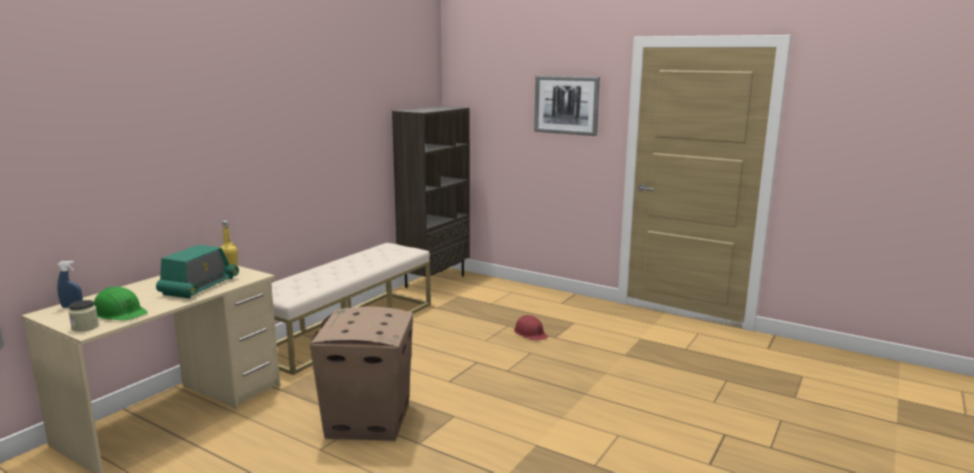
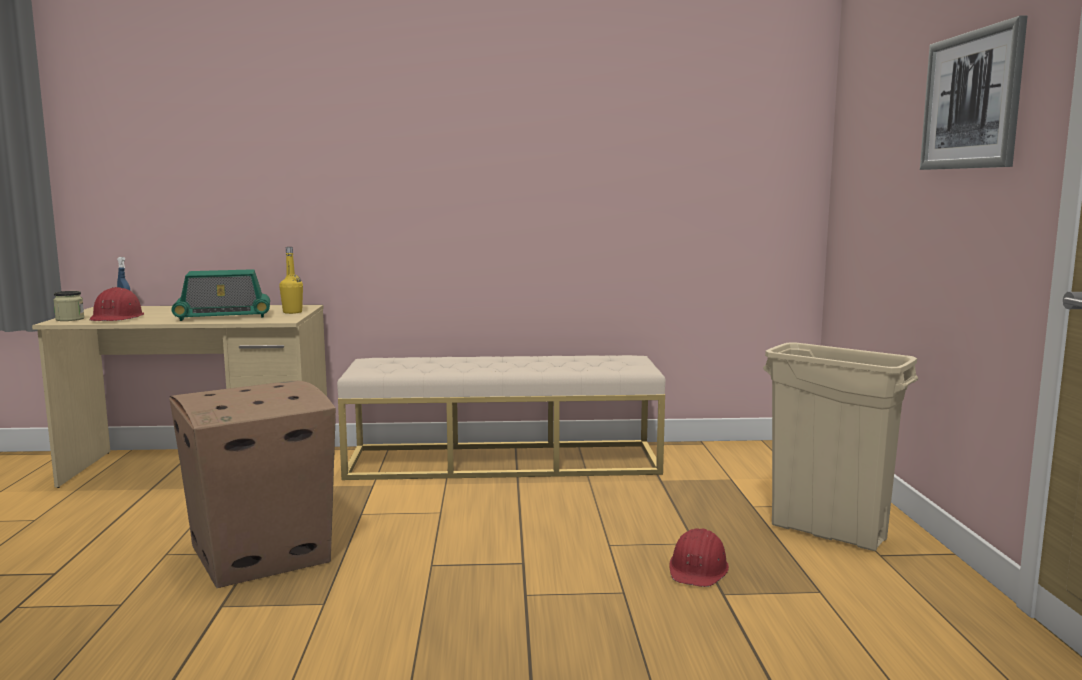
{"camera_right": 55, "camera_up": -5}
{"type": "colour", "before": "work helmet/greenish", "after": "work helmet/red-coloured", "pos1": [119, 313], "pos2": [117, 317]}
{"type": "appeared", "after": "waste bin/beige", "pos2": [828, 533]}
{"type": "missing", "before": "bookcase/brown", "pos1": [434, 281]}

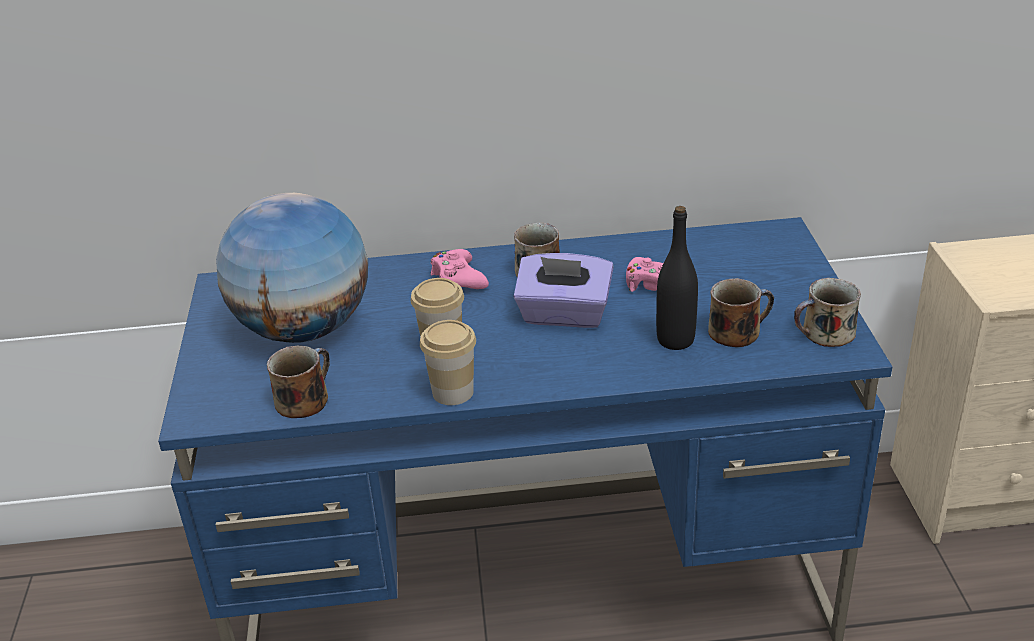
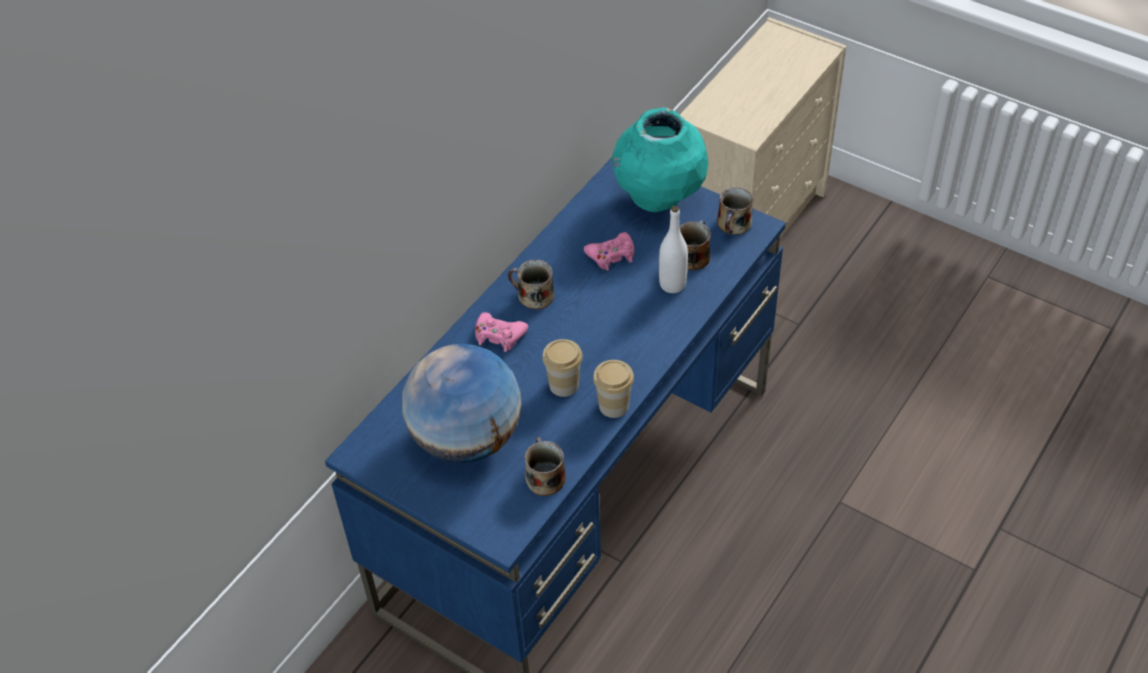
{"camera_right": -50, "camera_up": 15}
{"type": "appeared", "after": "decorative vase/blue-green", "pos2": [658, 199]}
{"type": "colour", "before": "bottle/black-coloured", "after": "bottle/white-coloured", "pos1": [675, 340], "pos2": [672, 284]}
{"type": "missing", "before": "tissue holder/purple-coloured", "pos1": [564, 315]}

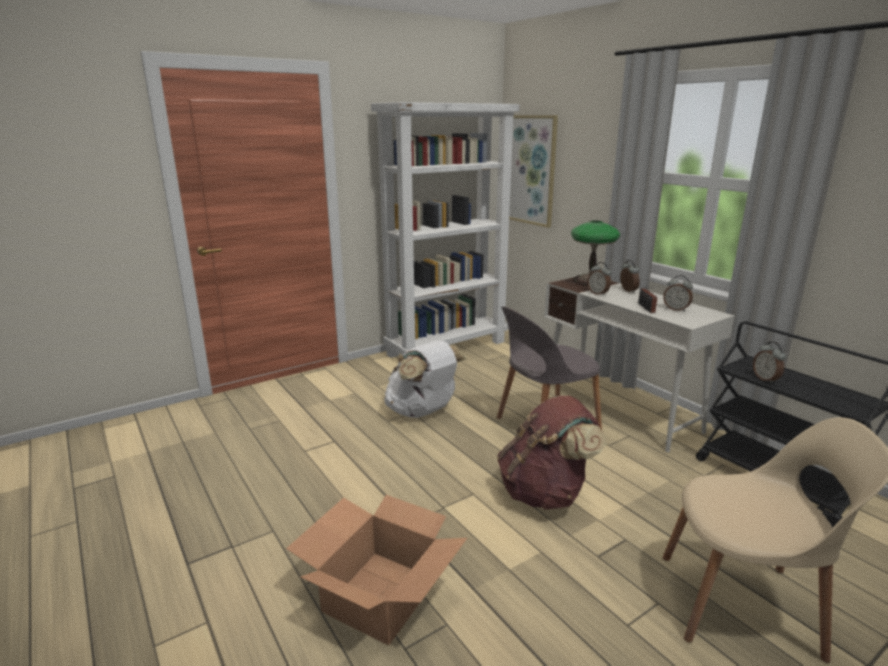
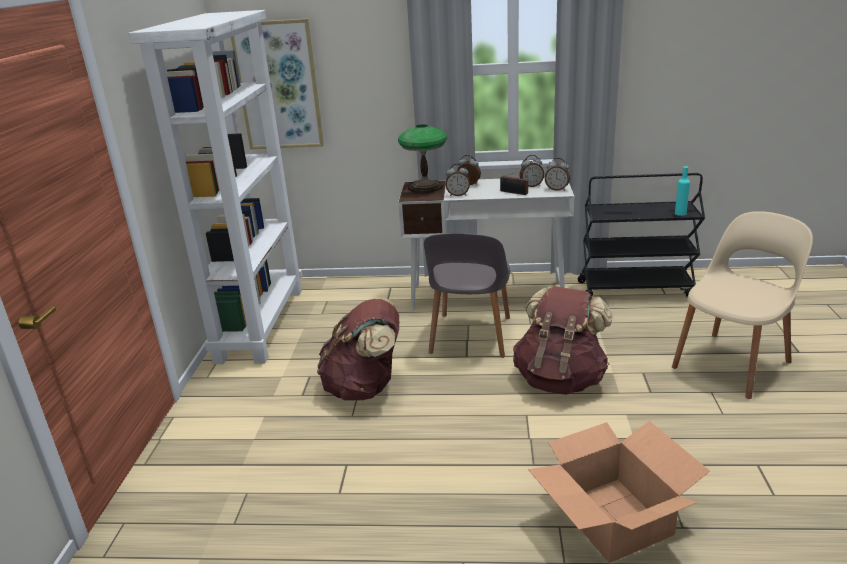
{"camera_right": -50, "camera_up": 5}
{"type": "colour", "before": "rucksack/white-coloured", "after": "rucksack/brown", "pos1": [423, 412], "pos2": [365, 388]}
{"type": "relocated", "before": "alarm clock", "pos1": [766, 379], "pos2": [557, 189]}
{"type": "appeared", "after": "bottle/blue-green", "pos2": [680, 213]}

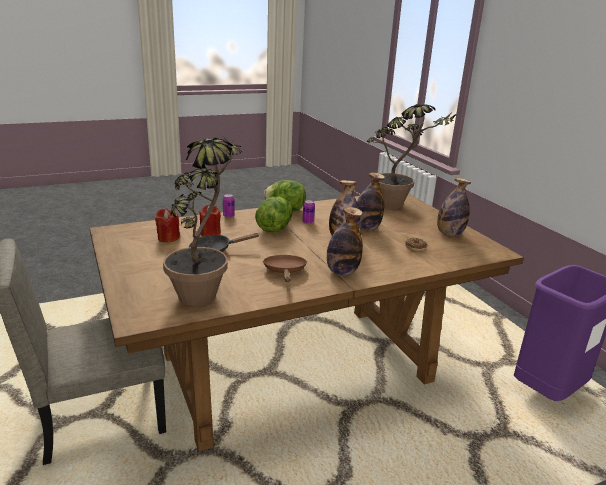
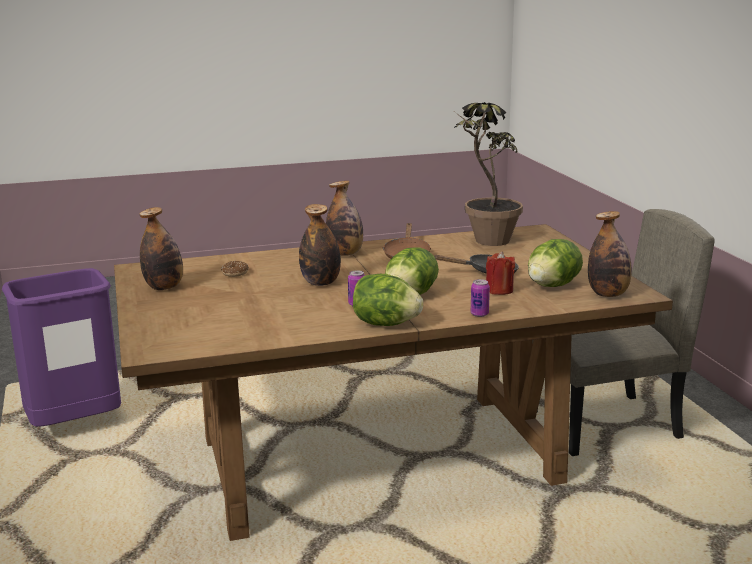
{"camera_right": -170, "camera_up": -5}
{"type": "exchanged", "before": "candle/red-coloured", "after": "lettuce head", "pos1": [168, 238], "pos2": [552, 286]}
{"type": "relocated", "before": "bottle", "pos1": [366, 228], "pos2": [608, 294]}
{"type": "missing", "before": "houseplant", "pos1": [398, 207]}

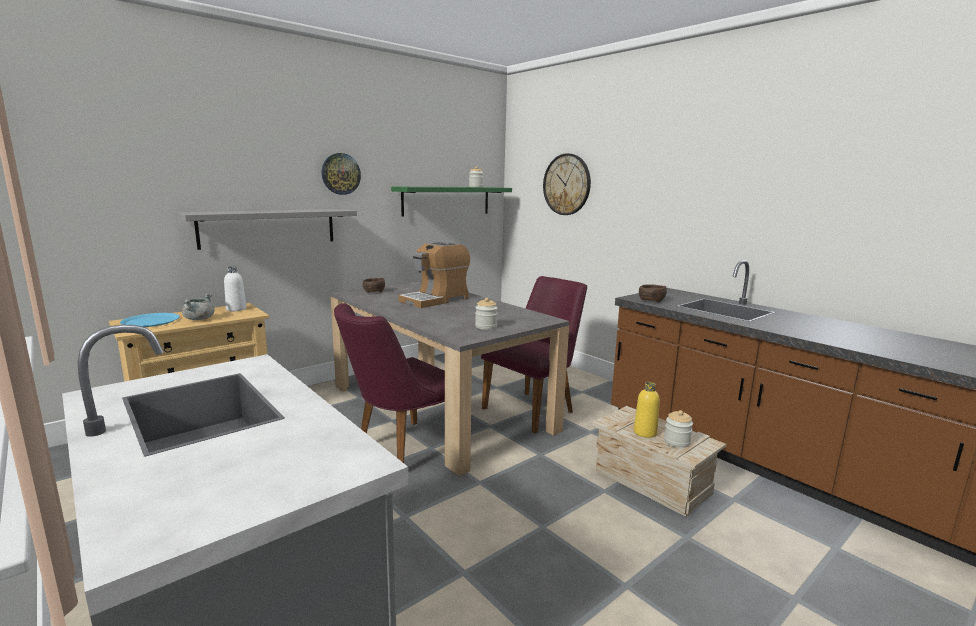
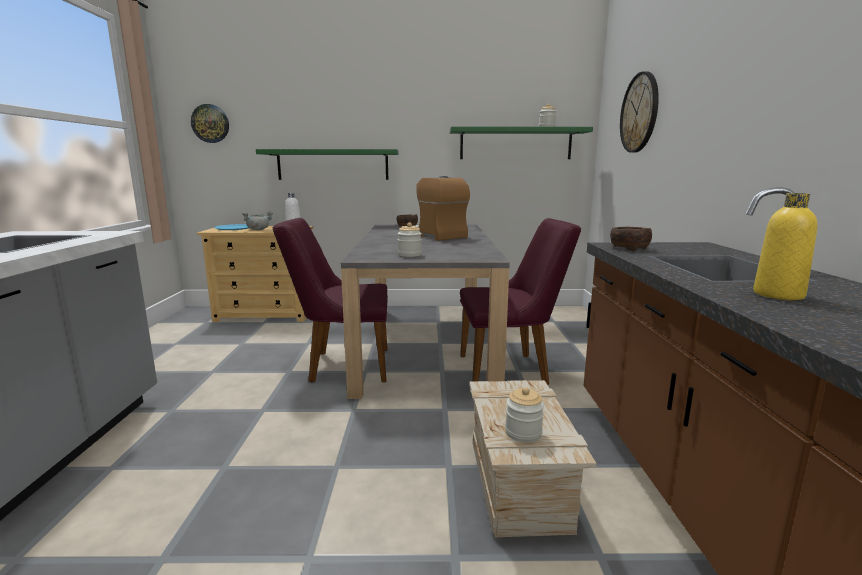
{"camera_right": 40, "camera_up": 0}
{"type": "relocated", "before": "hanging clock", "pos1": [340, 174], "pos2": [210, 123]}
{"type": "colour", "before": "shelf/gray", "after": "shelf/greenish", "pos1": [269, 227], "pos2": [333, 165]}
{"type": "spun", "before": "coffee brewer", "pos1": [435, 300], "pos2": [435, 235], "turn": 60}
{"type": "relocated", "before": "bottle/yellow-coloured", "pos1": [645, 432], "pos2": [778, 295]}

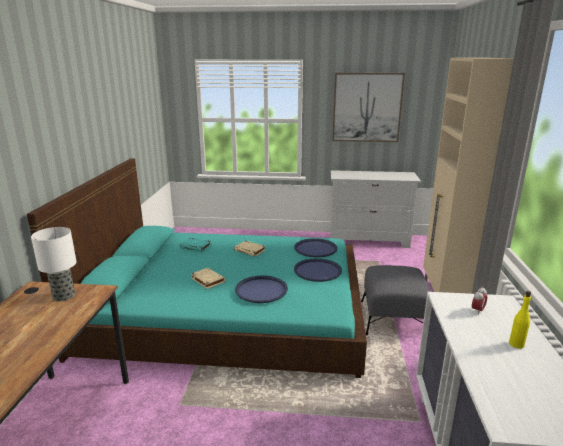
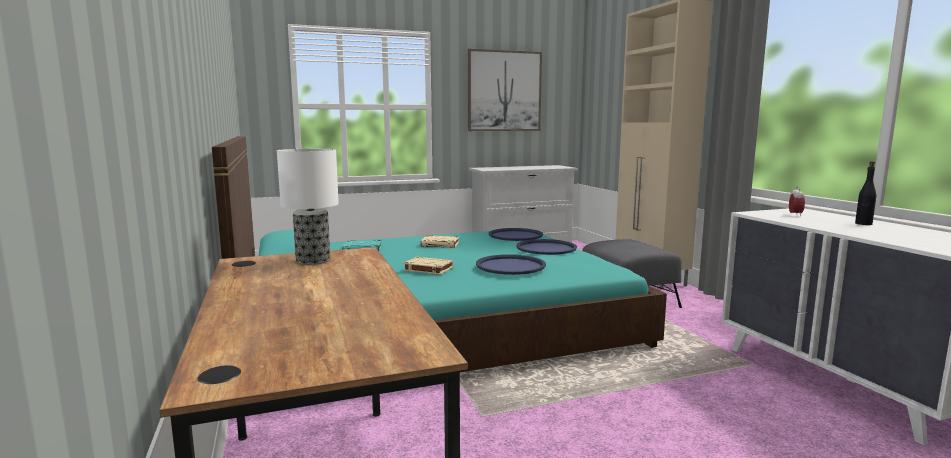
{"camera_right": -25, "camera_up": -10}
{"type": "colour", "before": "bottle/yellow-coloured", "after": "bottle/black-coloured", "pos1": [516, 344], "pos2": [863, 224]}

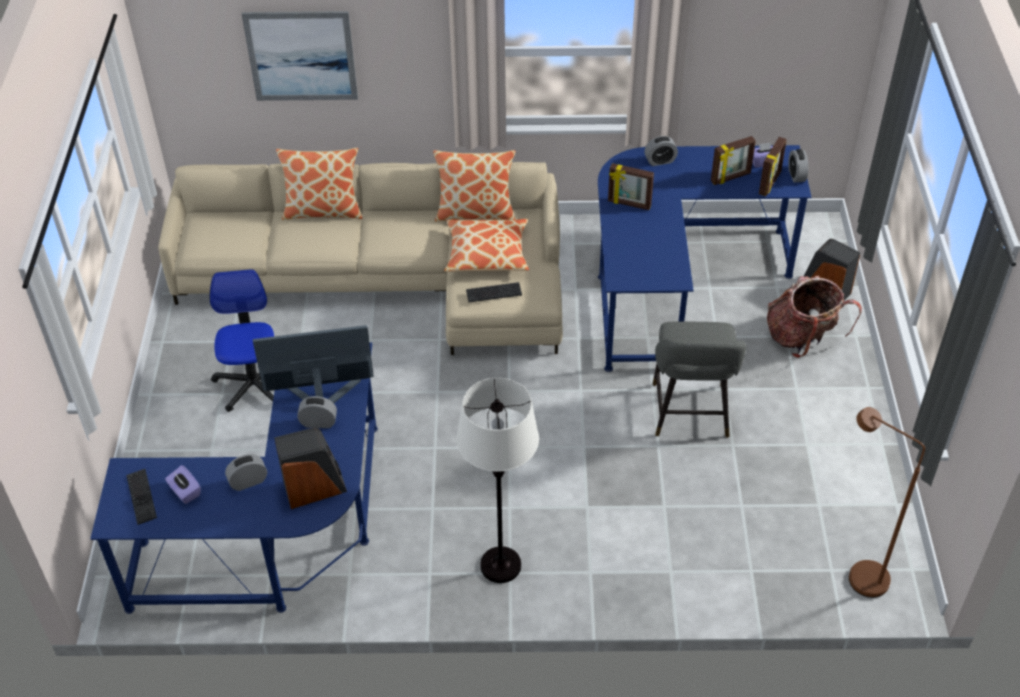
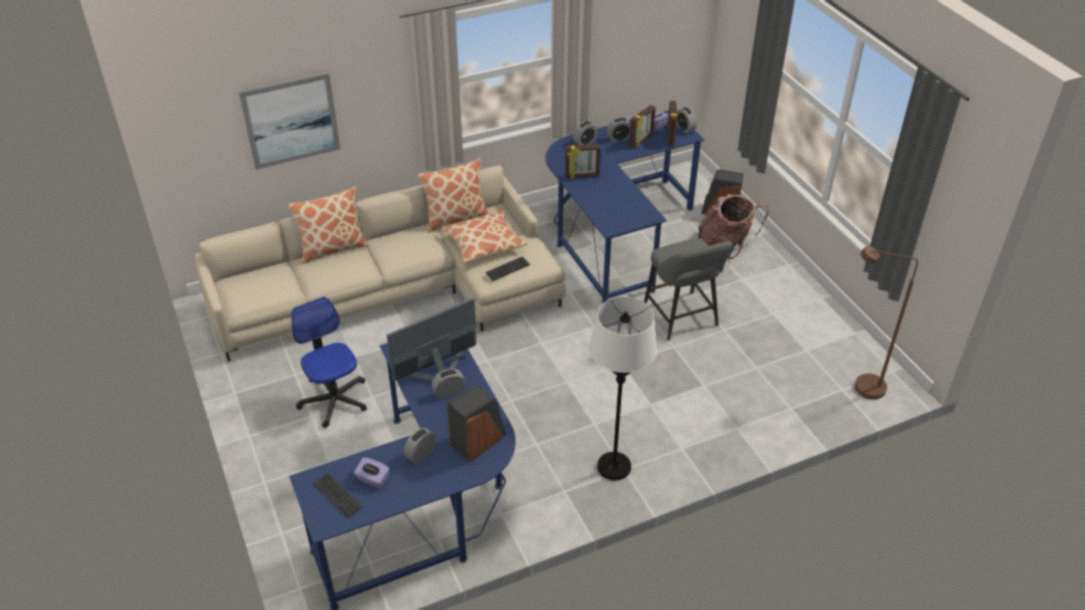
{"camera_right": -25, "camera_up": -5}
{"type": "appeared", "after": "alarm clock", "pos2": [619, 138]}

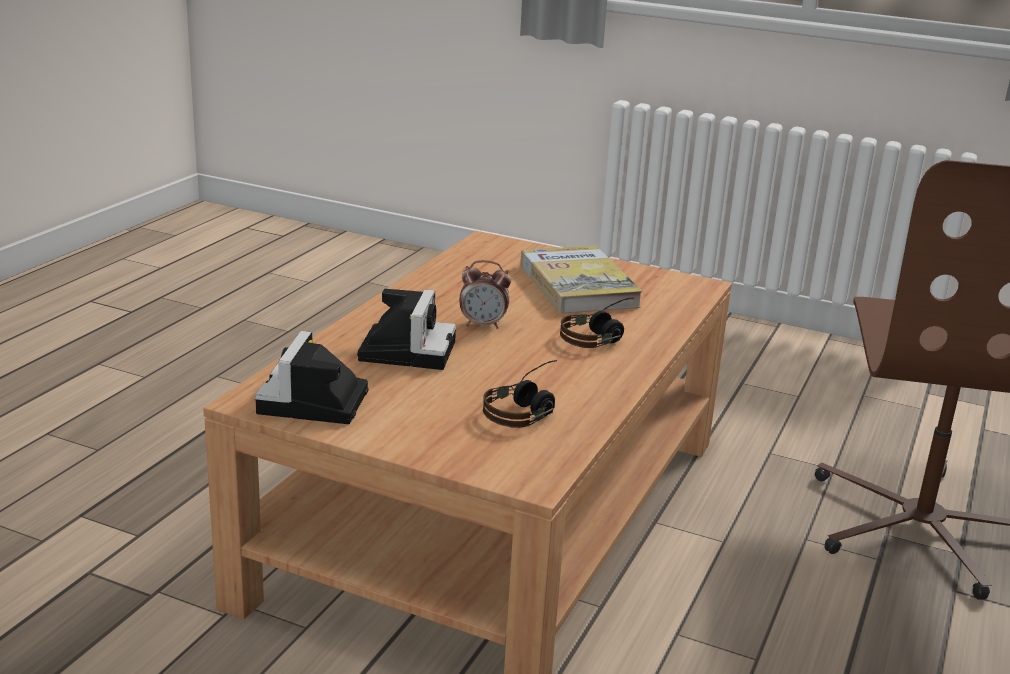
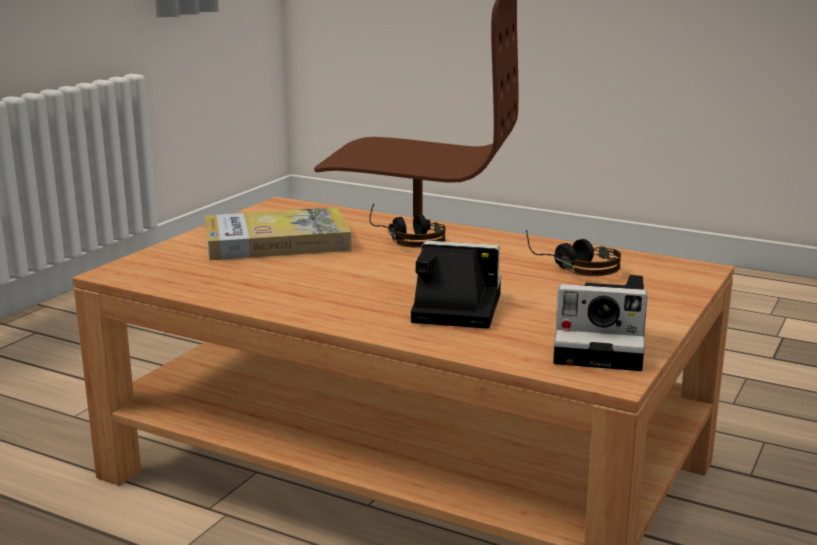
{"camera_right": -85, "camera_up": -5}
{"type": "missing", "before": "alarm clock", "pos1": [483, 325]}

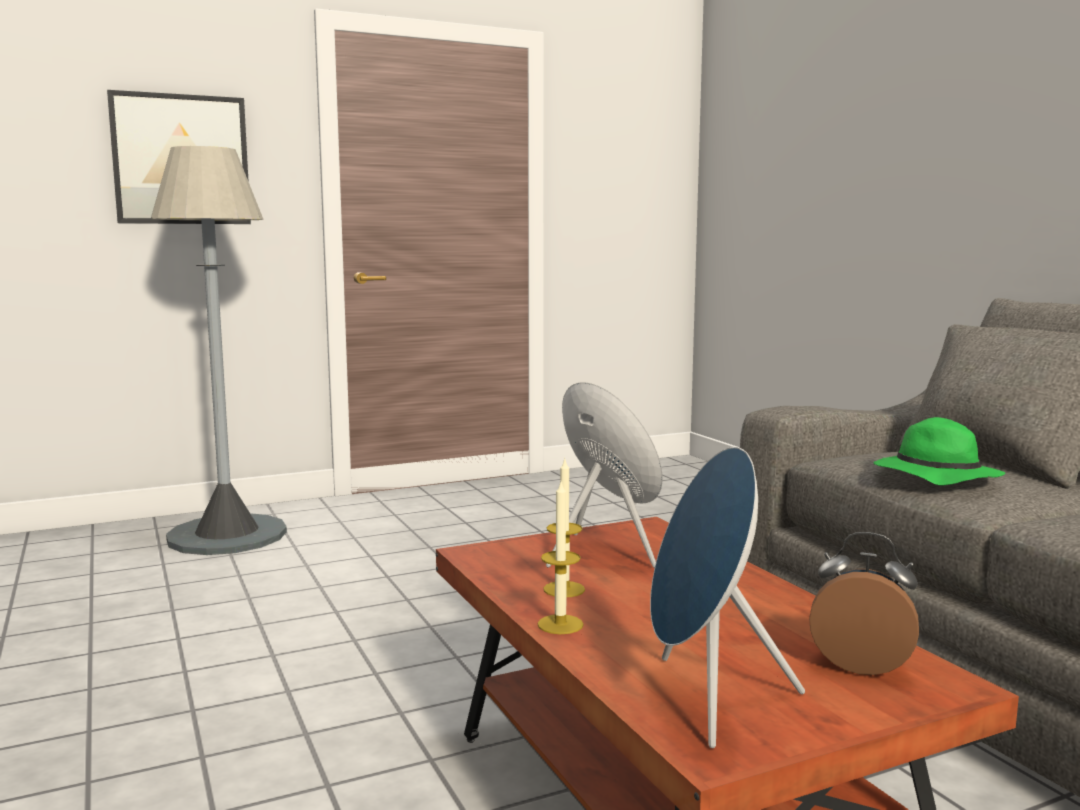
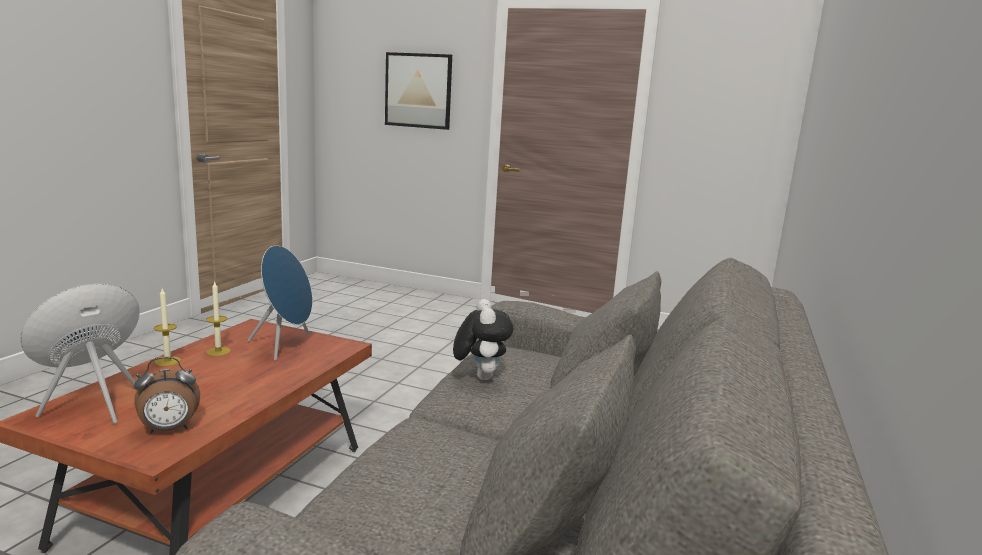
{"camera_right": 45, "camera_up": 5}
{"type": "spun", "before": "alarm clock", "pos1": [861, 664], "pos2": [169, 430], "turn": 90}
{"type": "exchanged", "before": "wearable hat/greenish", "after": "soft toy", "pos1": [934, 477], "pos2": [480, 376]}
{"type": "missing", "before": "floor lamp/gray", "pos1": [227, 535]}

